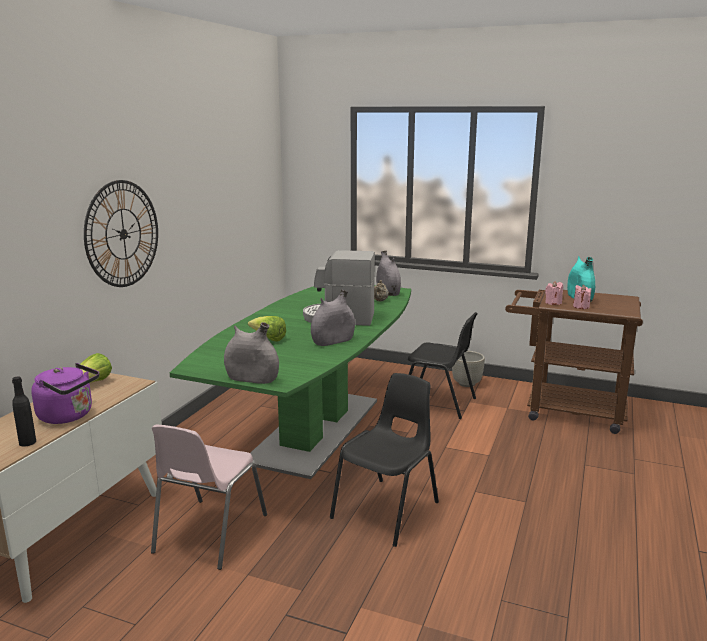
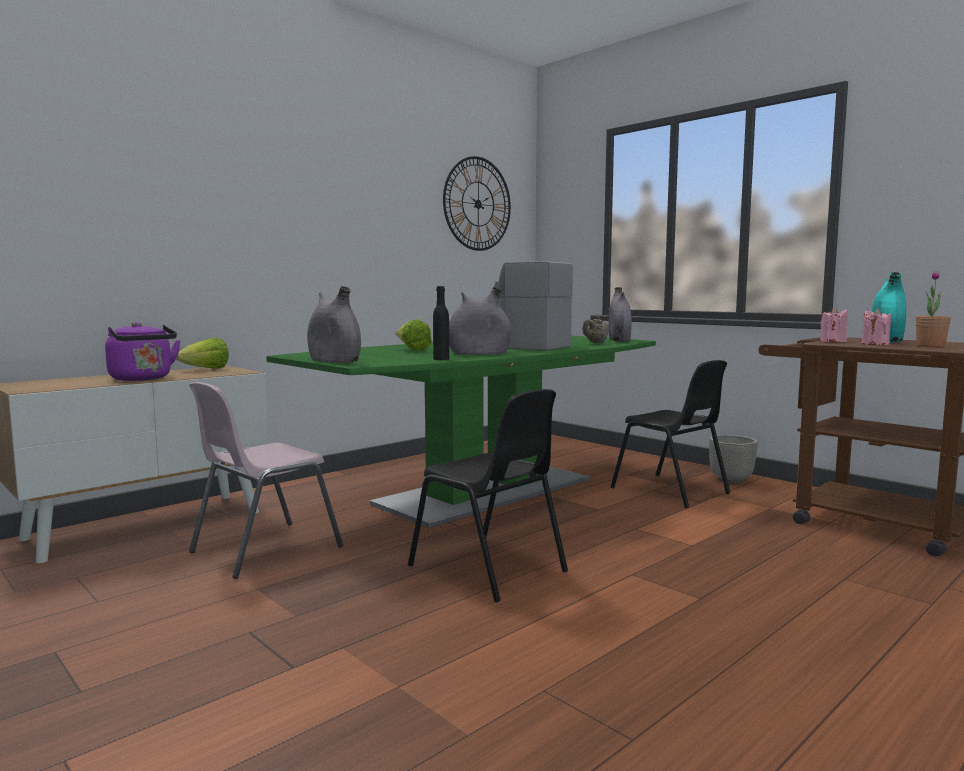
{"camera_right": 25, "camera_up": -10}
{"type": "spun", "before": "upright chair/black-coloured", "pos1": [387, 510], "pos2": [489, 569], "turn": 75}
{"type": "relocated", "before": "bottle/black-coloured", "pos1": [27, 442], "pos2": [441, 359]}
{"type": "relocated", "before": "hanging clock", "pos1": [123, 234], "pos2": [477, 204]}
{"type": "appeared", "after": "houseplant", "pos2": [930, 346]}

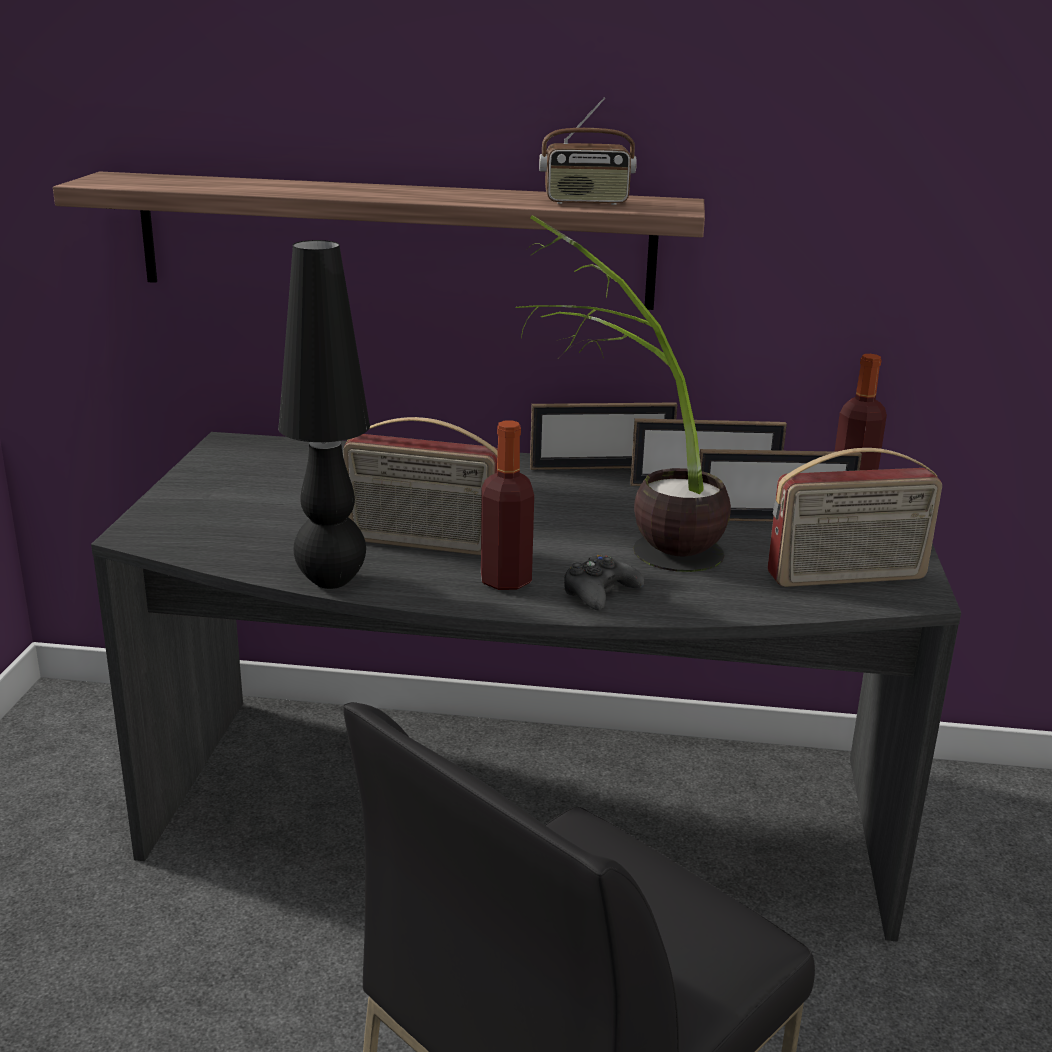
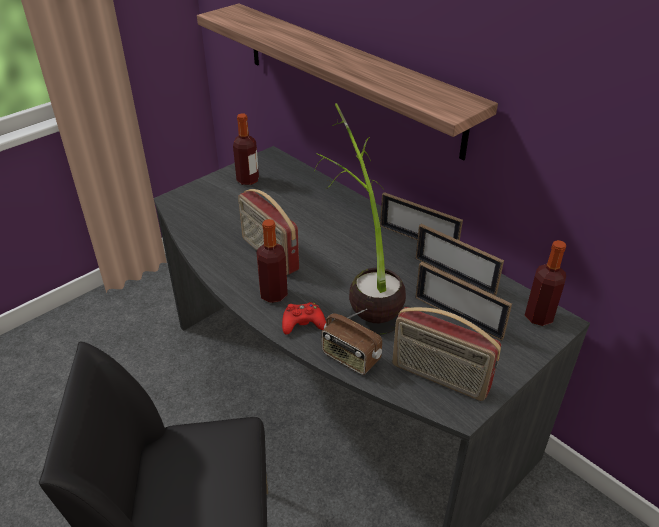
{"camera_right": 40, "camera_up": 15}
{"type": "appeared", "after": "bottle", "pos2": [248, 180]}
{"type": "colour", "before": "game controller/black-coloured", "after": "game controller/red-coloured", "pos1": [600, 593], "pos2": [303, 323]}
{"type": "relocated", "before": "radio", "pos1": [586, 202], "pos2": [350, 358]}
{"type": "missing", "before": "table lamp/black-coloured", "pos1": [332, 581]}

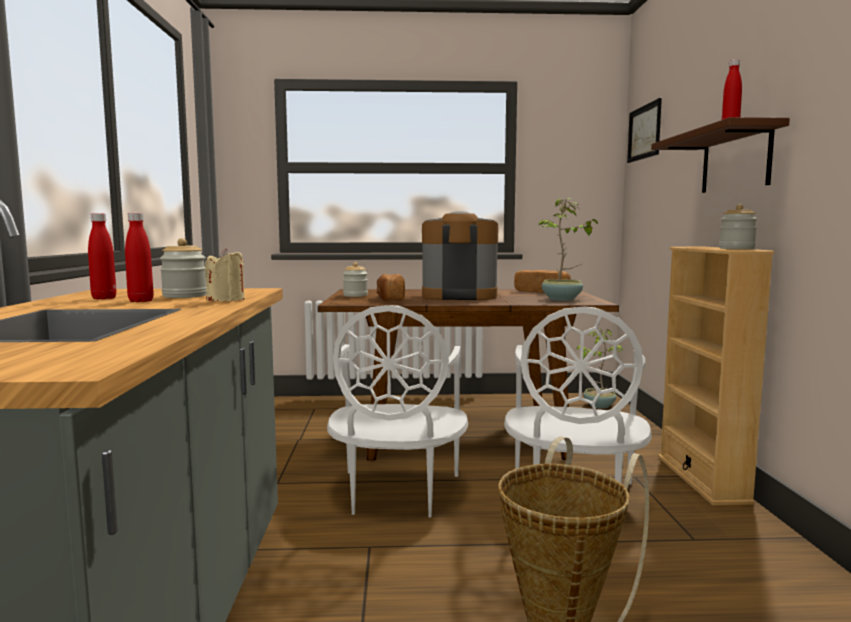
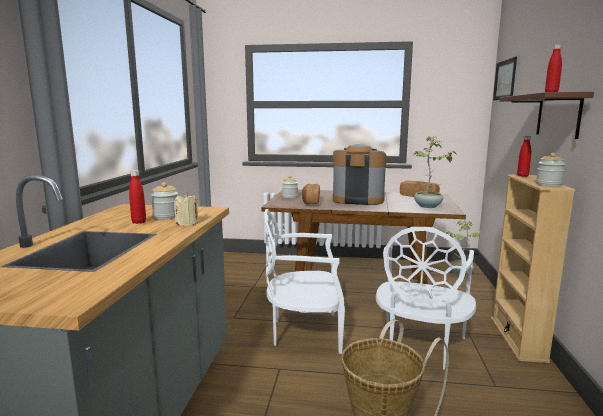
{"camera_right": 10, "camera_up": 5}
{"type": "spun", "before": "upright chair/white-coloured", "pos1": [396, 494], "pos2": [305, 332], "turn": 75}
{"type": "relocated", "before": "bottle/red-coloured", "pos1": [104, 298], "pos2": [522, 176]}

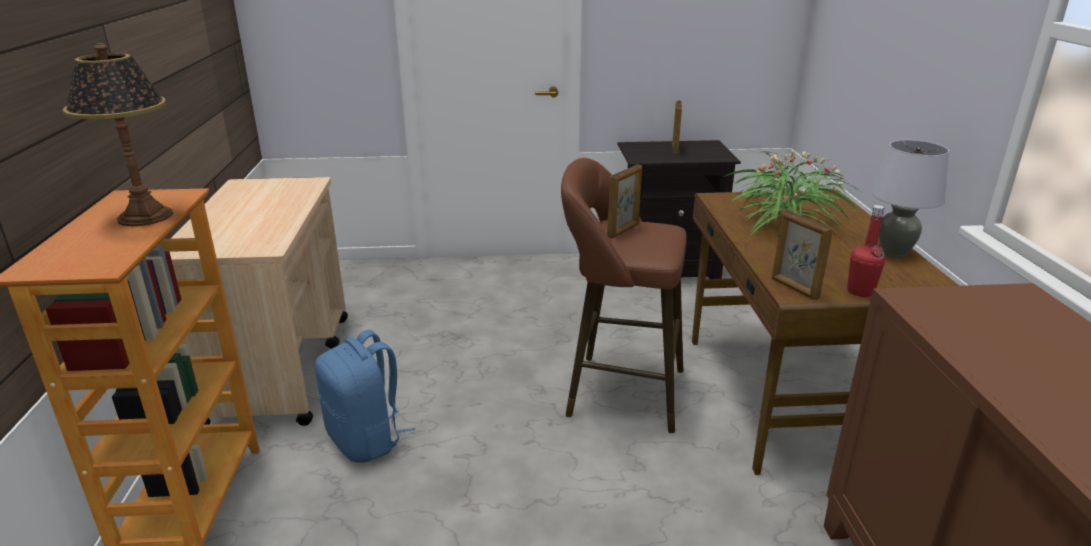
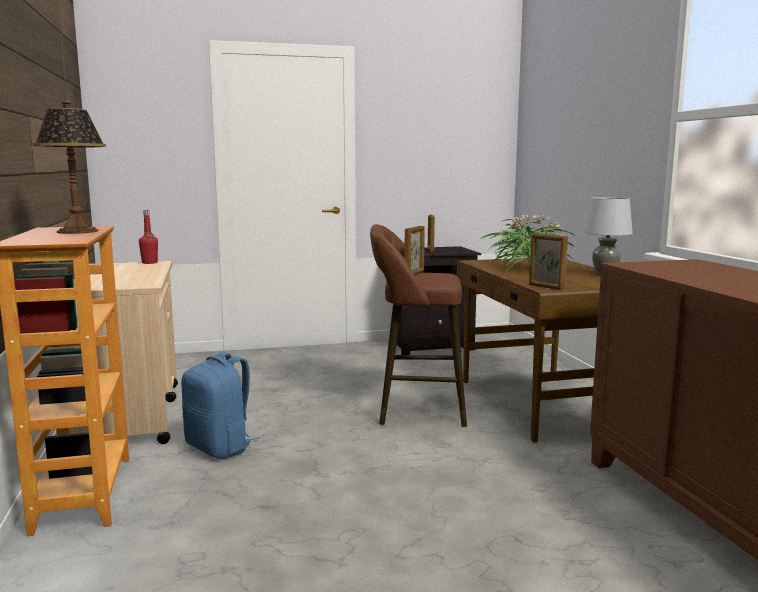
{"camera_right": -10, "camera_up": -15}
{"type": "relocated", "before": "bottle/red-coloured", "pos1": [860, 291], "pos2": [149, 262]}

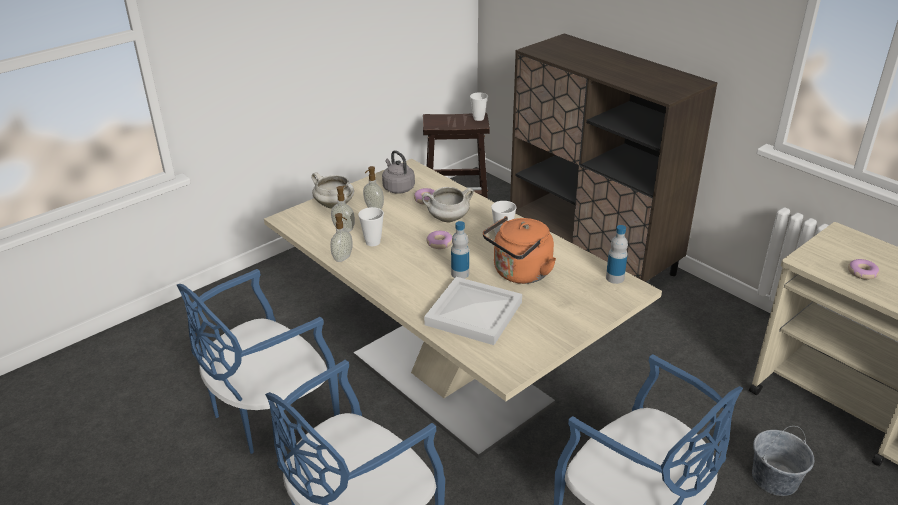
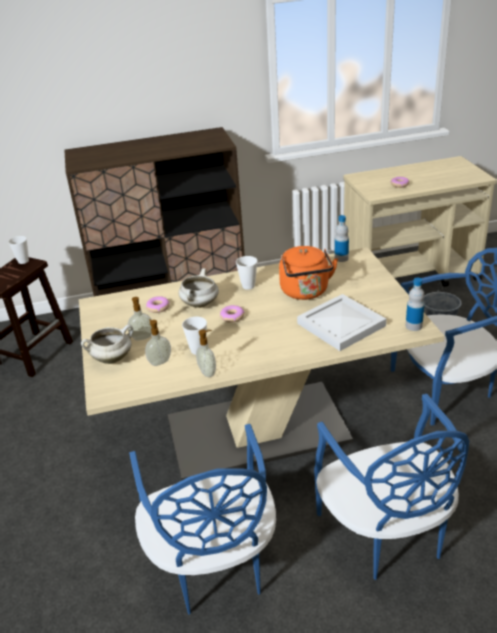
{"camera_right": -60, "camera_up": 0}
{"type": "relocated", "before": "bottle", "pos1": [460, 274], "pos2": [413, 326]}
{"type": "missing", "before": "kettle/gray", "pos1": [397, 188]}

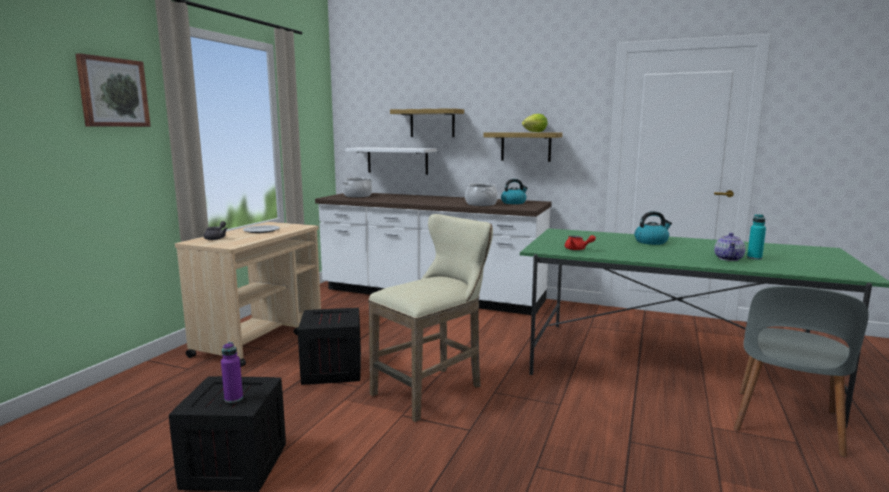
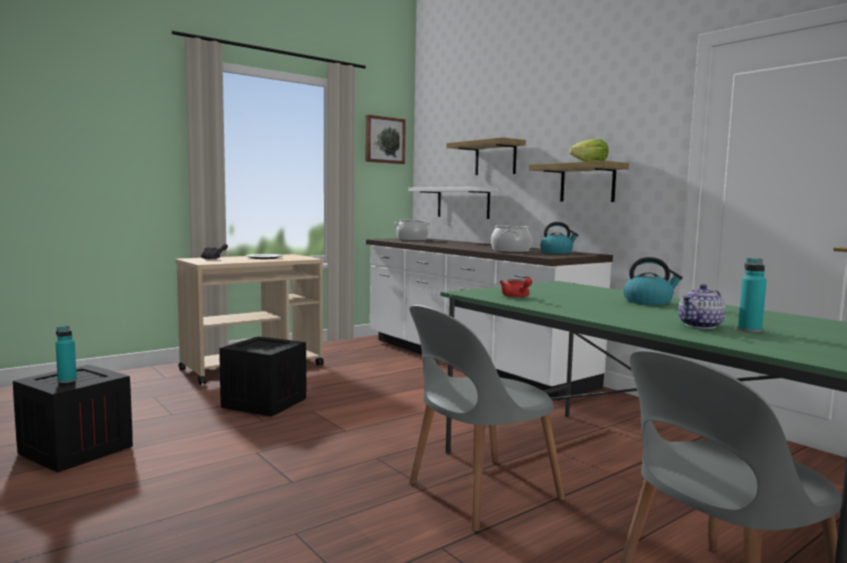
{"camera_right": 30, "camera_up": -5}
{"type": "colour", "before": "bottle/purple-coloured", "after": "bottle/blue-green", "pos1": [233, 398], "pos2": [67, 380]}
{"type": "relocated", "before": "wall art", "pos1": [113, 92], "pos2": [384, 140]}
{"type": "appeared", "after": "upright chair/gray", "pos2": [479, 493]}
{"type": "missing", "before": "stool/beige", "pos1": [433, 390]}

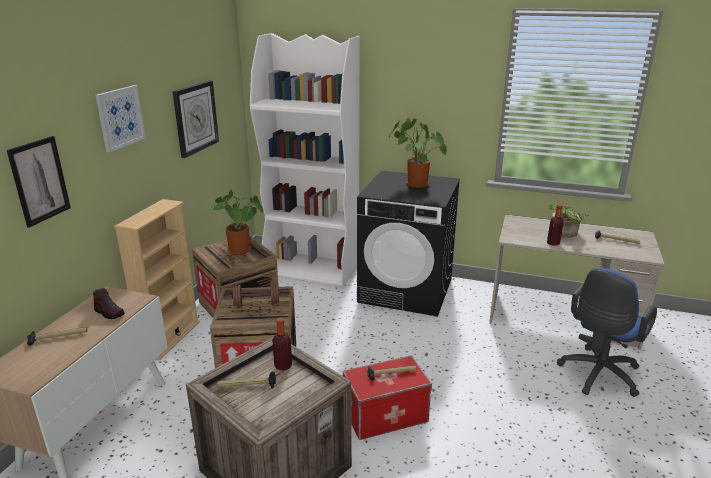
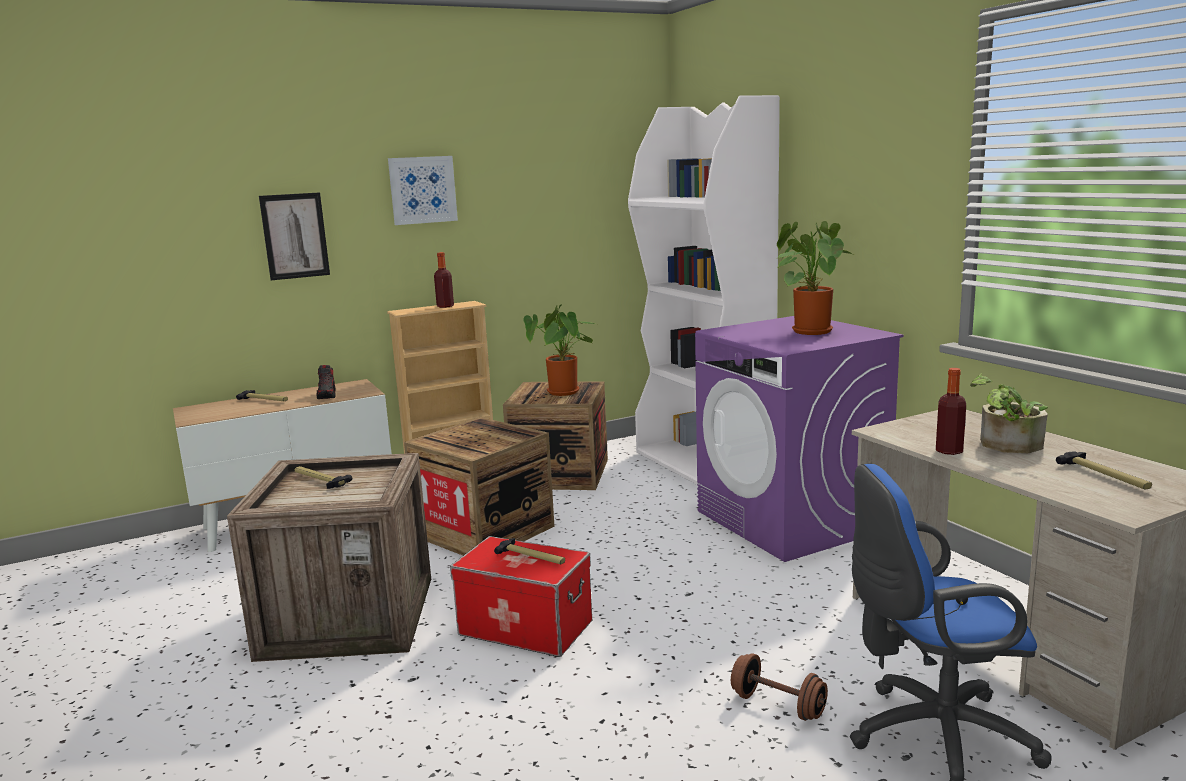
{"camera_right": 45, "camera_up": -10}
{"type": "relocated", "before": "bottle", "pos1": [283, 366], "pos2": [445, 306]}
{"type": "colour", "before": "washing machine/black-coloured", "after": "washing machine/purple-coloured", "pos1": [406, 290], "pos2": [791, 520]}
{"type": "relocated", "before": "free weight/brown", "pos1": [257, 304], "pos2": [778, 705]}
{"type": "missing", "before": "hanging clock", "pos1": [195, 118]}

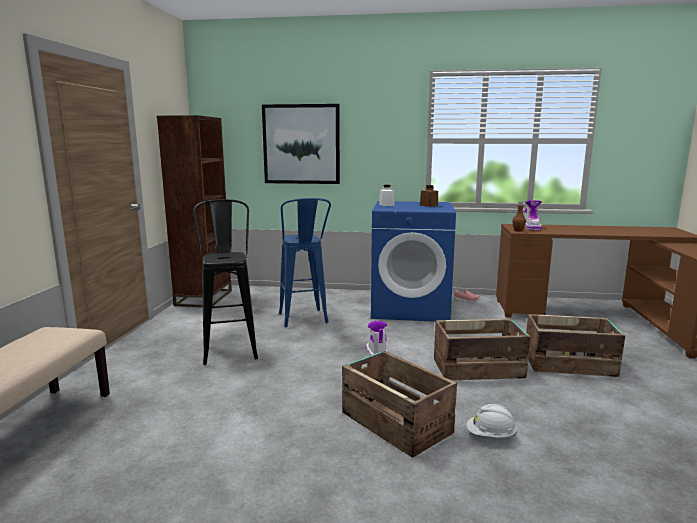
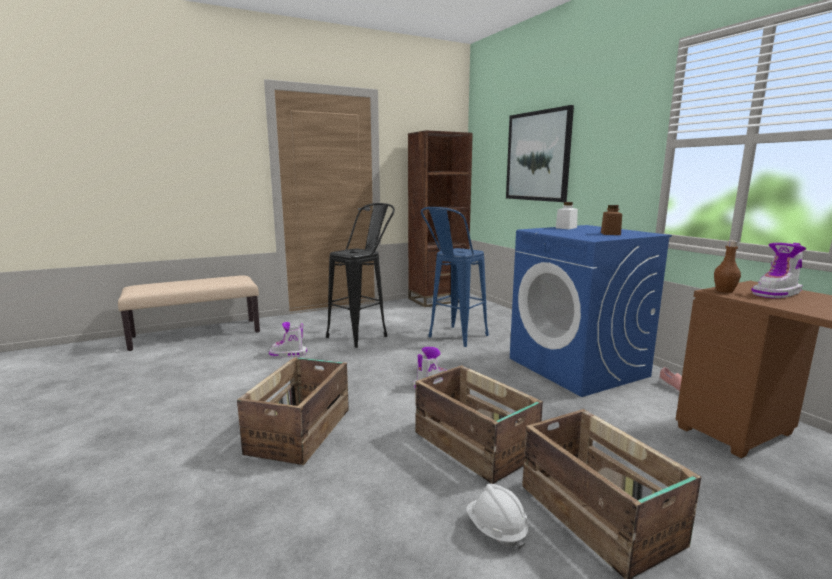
{"camera_right": 55, "camera_up": 0}
{"type": "appeared", "after": "tall boot", "pos2": [288, 354]}
{"type": "relocated", "before": "work helmet/white-coloured", "pos1": [491, 436], "pos2": [496, 529]}

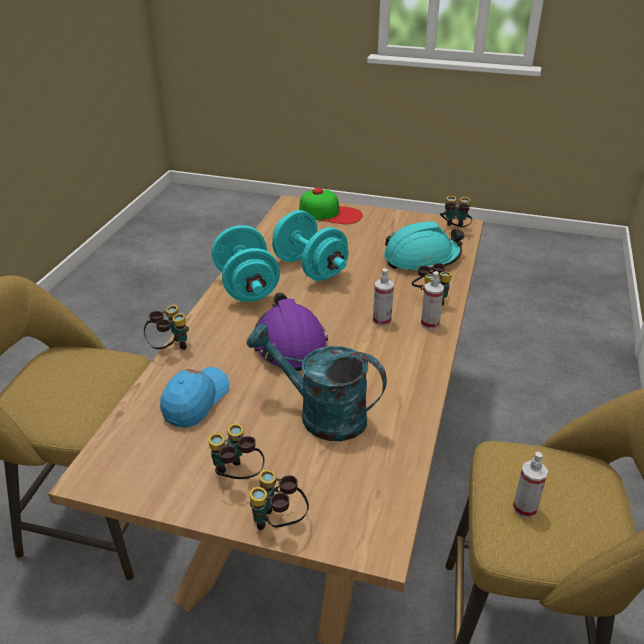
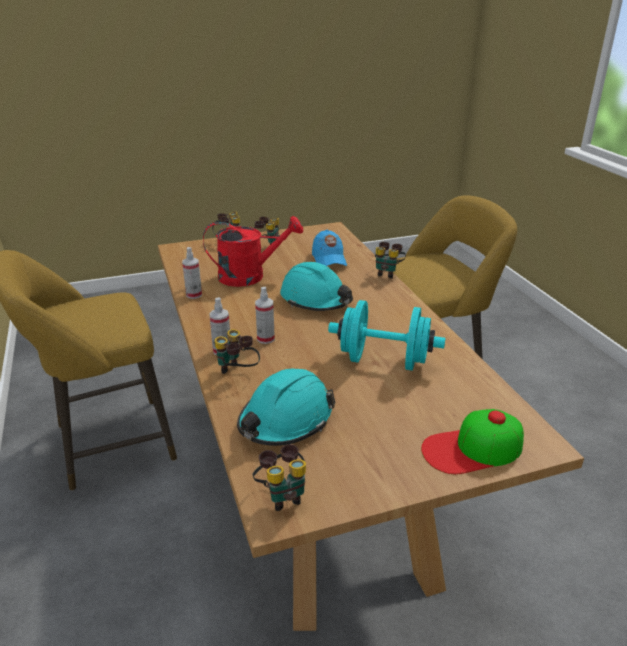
{"camera_right": 145, "camera_up": -5}
{"type": "relocated", "before": "sprayer", "pos1": [525, 508], "pos2": [194, 295]}
{"type": "colour", "before": "watering can/blue-green", "after": "watering can/red-coloured", "pos1": [321, 414], "pos2": [250, 276]}
{"type": "colour", "before": "work helmet/purple-coloured", "after": "work helmet/blue-green", "pos1": [289, 344], "pos2": [316, 300]}
{"type": "missing", "before": "free weight/blue-green", "pos1": [247, 287]}

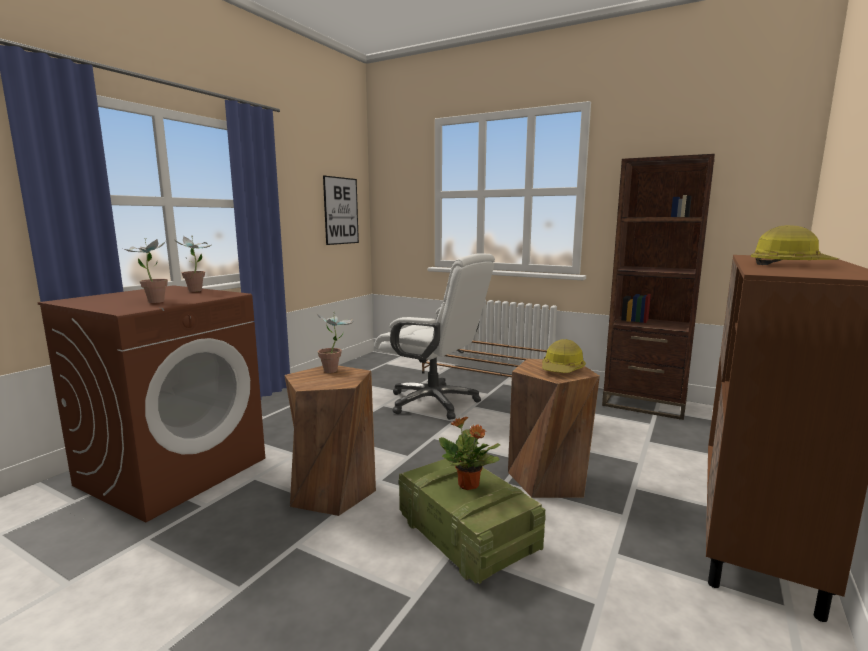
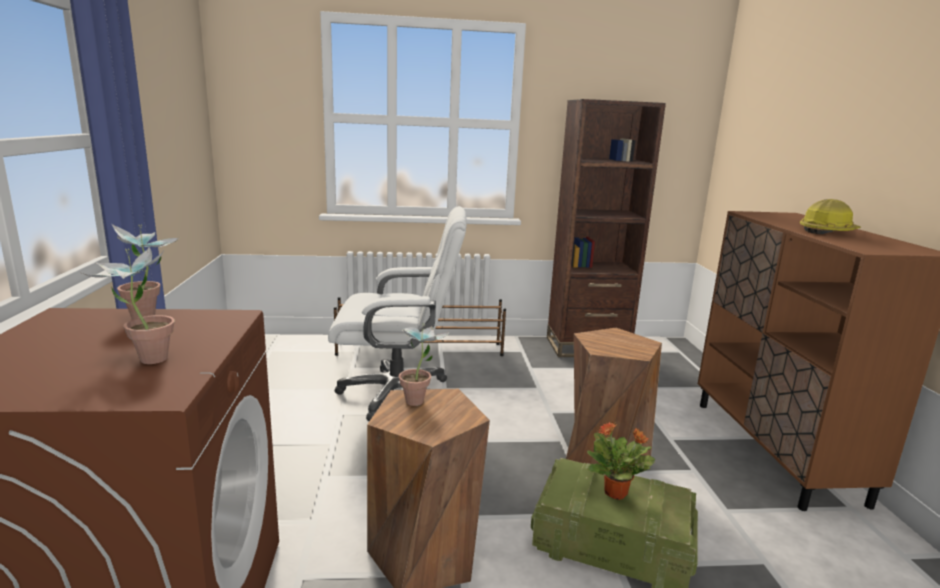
{"camera_right": -35, "camera_up": 5}
{"type": "missing", "before": "wall art", "pos1": [341, 211]}
{"type": "missing", "before": "work helmet", "pos1": [562, 369]}

